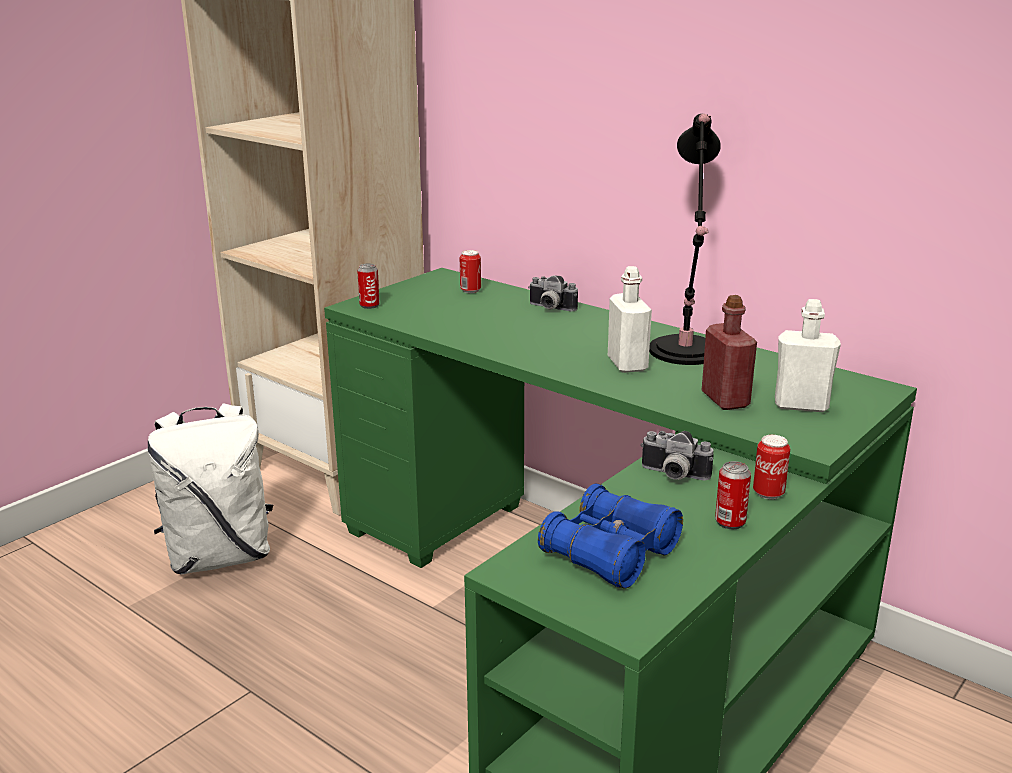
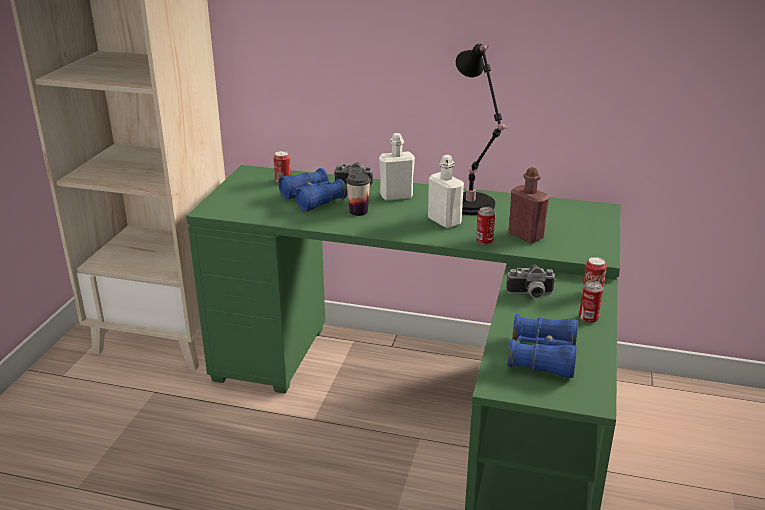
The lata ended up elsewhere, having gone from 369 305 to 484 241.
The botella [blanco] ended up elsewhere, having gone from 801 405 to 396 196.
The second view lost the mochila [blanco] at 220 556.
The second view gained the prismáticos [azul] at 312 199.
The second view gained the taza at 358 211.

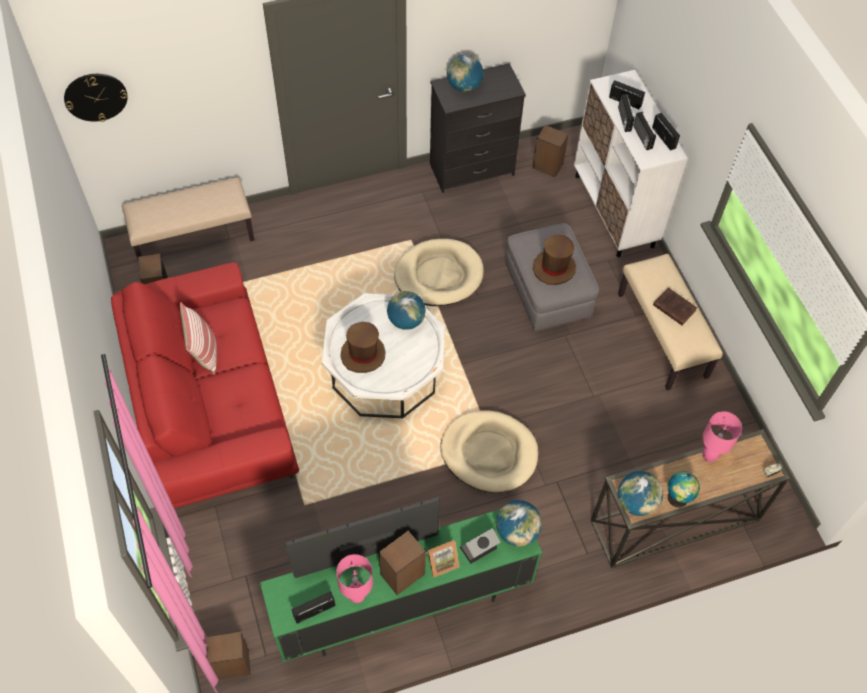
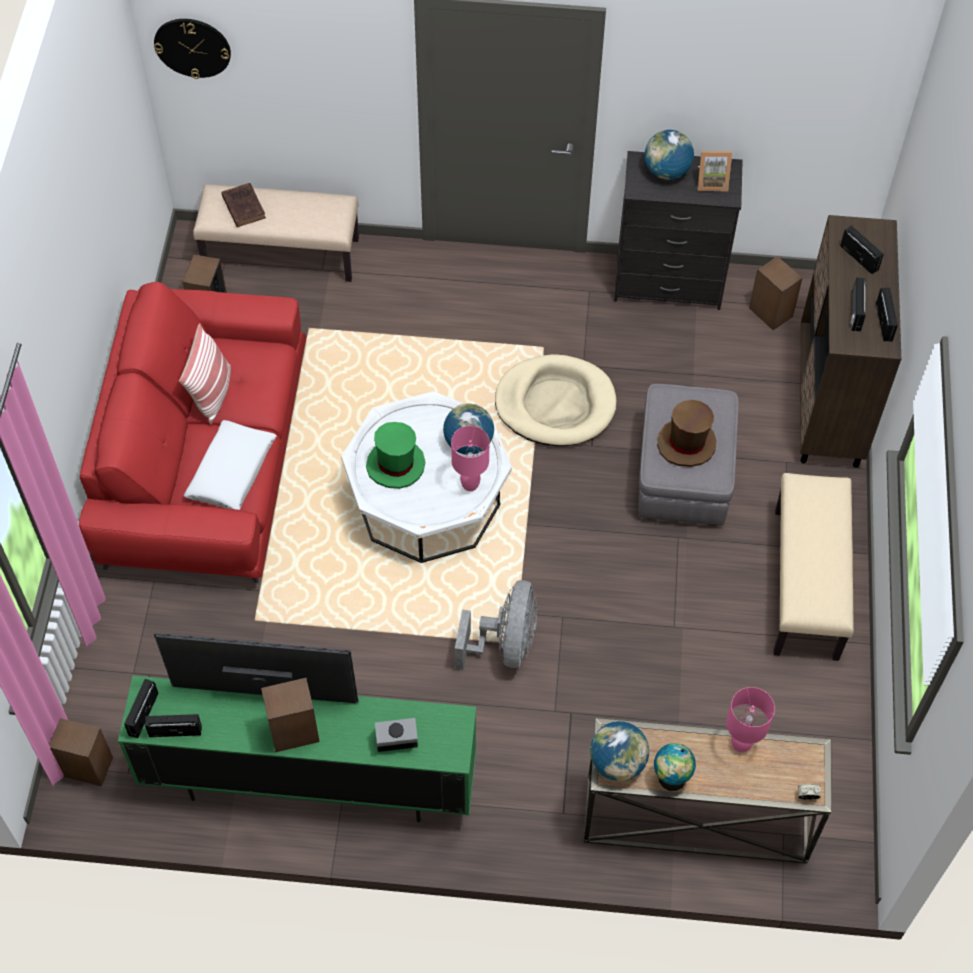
What was the armario [blanco] at 614 211 turned into the armario [marrón] at 829 401.
The radio ended up elsewhere, having gone from 623 119 to 142 714.
The libro [marrón] ended up elsewhere, having gone from 673 307 to 243 206.
What was the sombrero [marrón] at 363 355 turned into the sombrero [verde] at 396 465.
Where the cama para perro [beis] stood at 489 453, the ventilador [gris] came to stand at 505 645.
The second view lost the globo terráqueo at 516 532.
The portarretratos ended up elsewhere, having gone from 441 562 to 711 182.
The lámpara de mesa [rosa] ended up elsewhere, having gone from 357 596 to 470 485.
The second view gained the cojín [blanco] at 232 472.

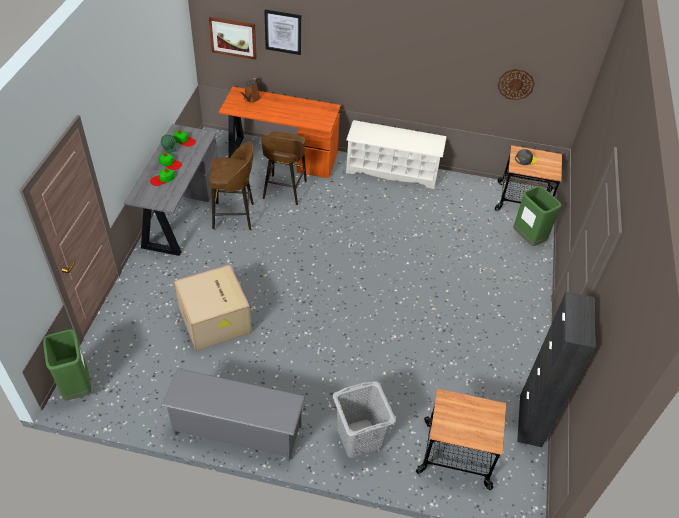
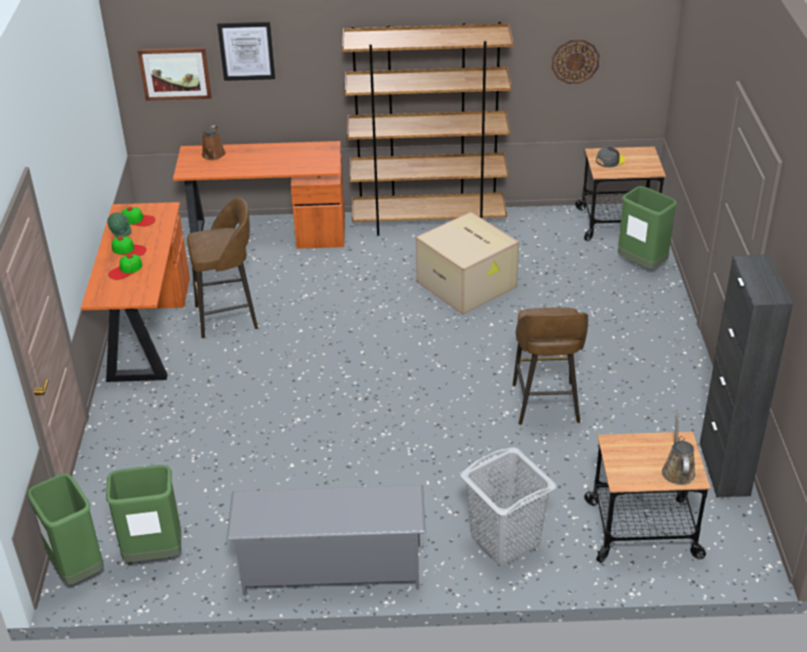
Where the zapatero [blanco] stood at 392 171, the estantería [marrón] came to stand at 429 222.
What was the escritorio [gris] at 180 213 turned into the escritorio [naranja] at 147 329.
The taburete [marrón] ended up elsewhere, having gone from 284 191 to 545 405.
The caja de cartón ended up elsewhere, having gone from 216 321 to 468 284.
The second view gained the regadera [marrón] at 677 470.
The second view gained the papelera [verde] at 154 554.

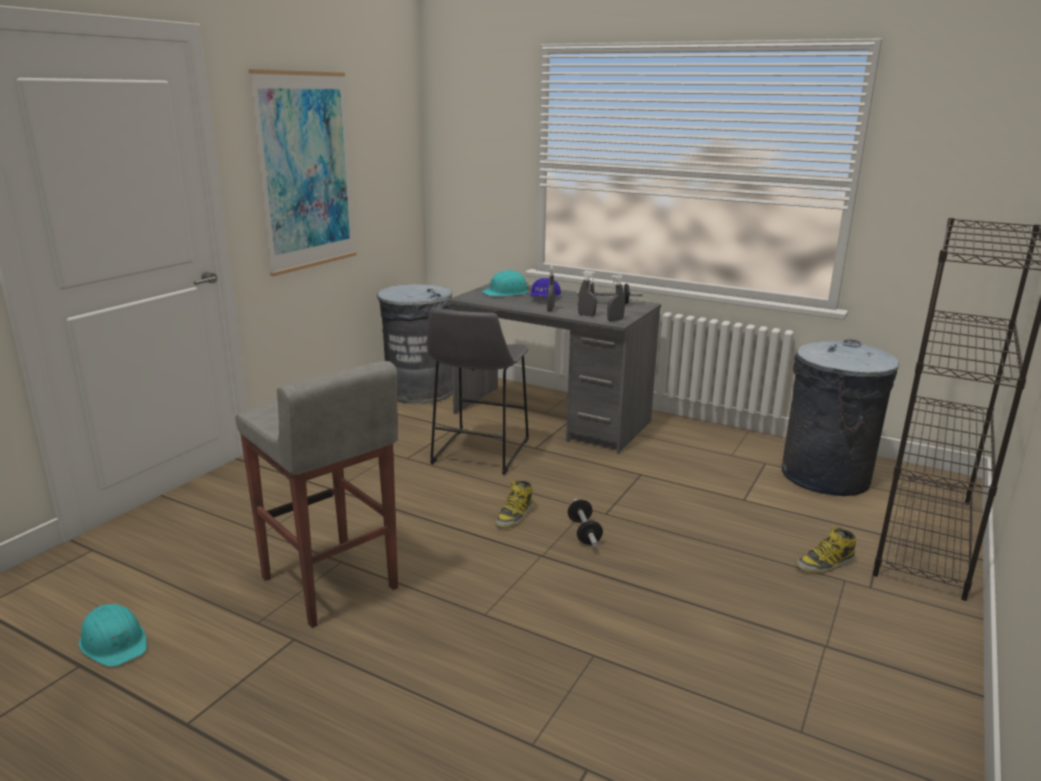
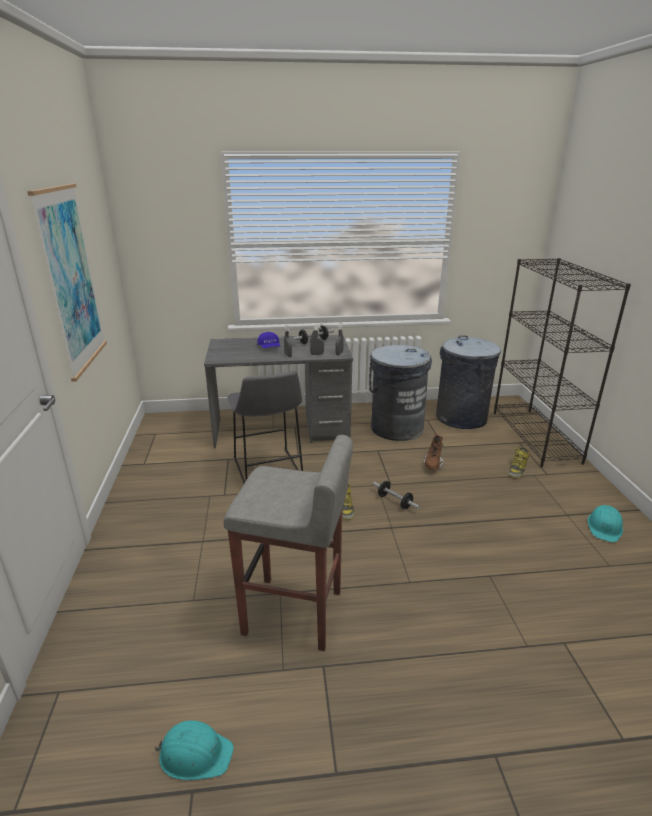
The casco [turquesa] ended up elsewhere, having gone from 506 292 to 604 527.
The papelera [gris] ended up elsewhere, having gone from 420 391 to 396 428.
The second view gained the bota [marrón] at 432 465.

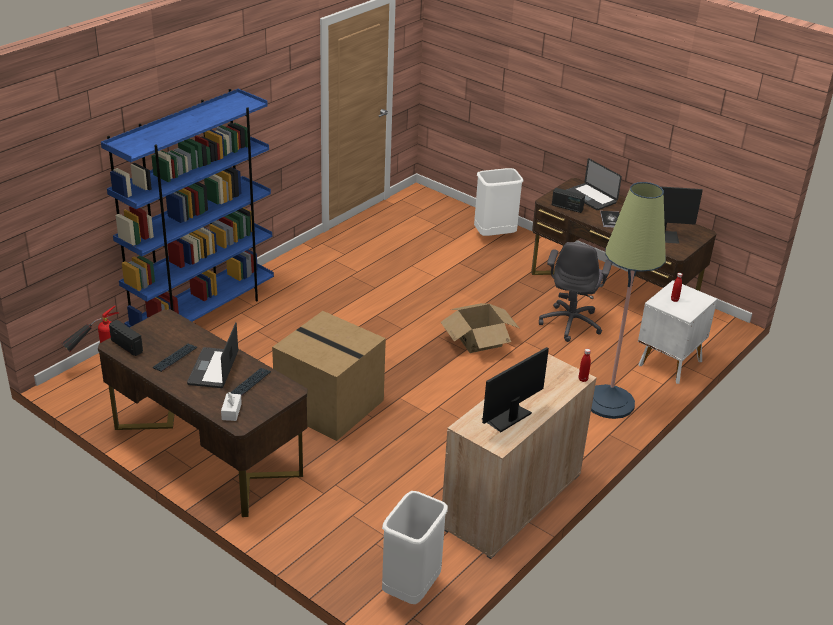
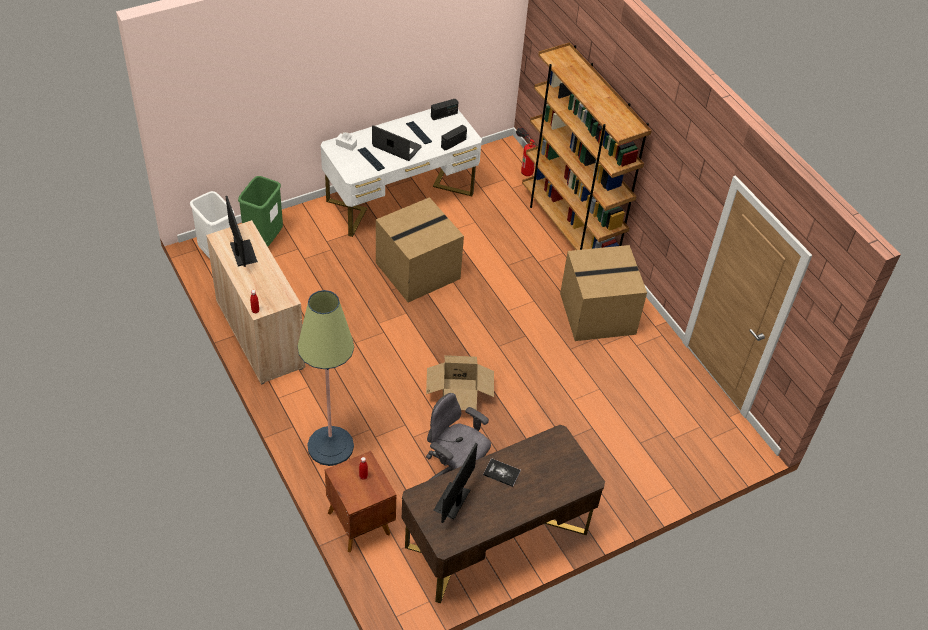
What was the estantería [azul] at 203 314 turned into the estantería [marrón] at 569 230.
The second view lost the portátil at 590 197.
The second view lost the papelera [blanco] at 494 236.
The radio ended up elsewhere, having gone from 567 207 to 453 143.
What was the mesita de noche [blanco] at 668 363 turned into the mesita de noche [marrón] at 359 522.
What was the escritorio [marrón] at 207 450 turned into the escritorio [blanco] at 400 198.
The second view gained the papelera [verde] at 264 239.
The second view gained the caja de cartón at 598 312.

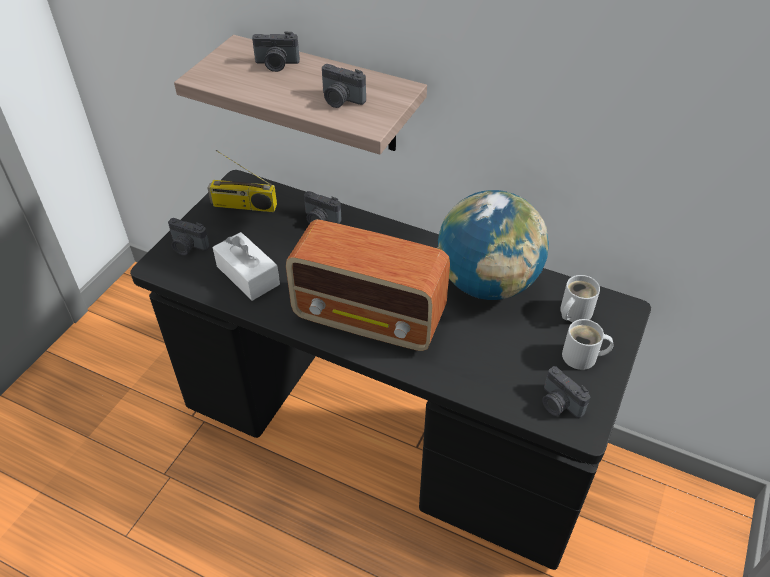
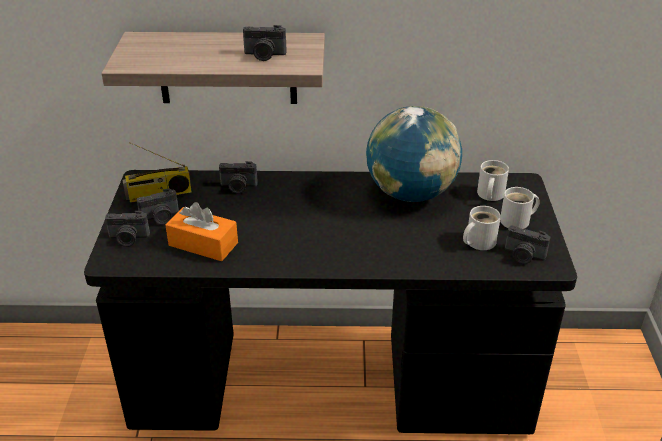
The cámara ended up elsewhere, having gone from 276 64 to 161 218.
The second view lost the radio at 370 318.
What was the caja de pañuelos [blanco] at 248 275 turned into the caja de pañuelos [naranja] at 203 244.
The second view gained the taza grande [blanco] at 478 241.

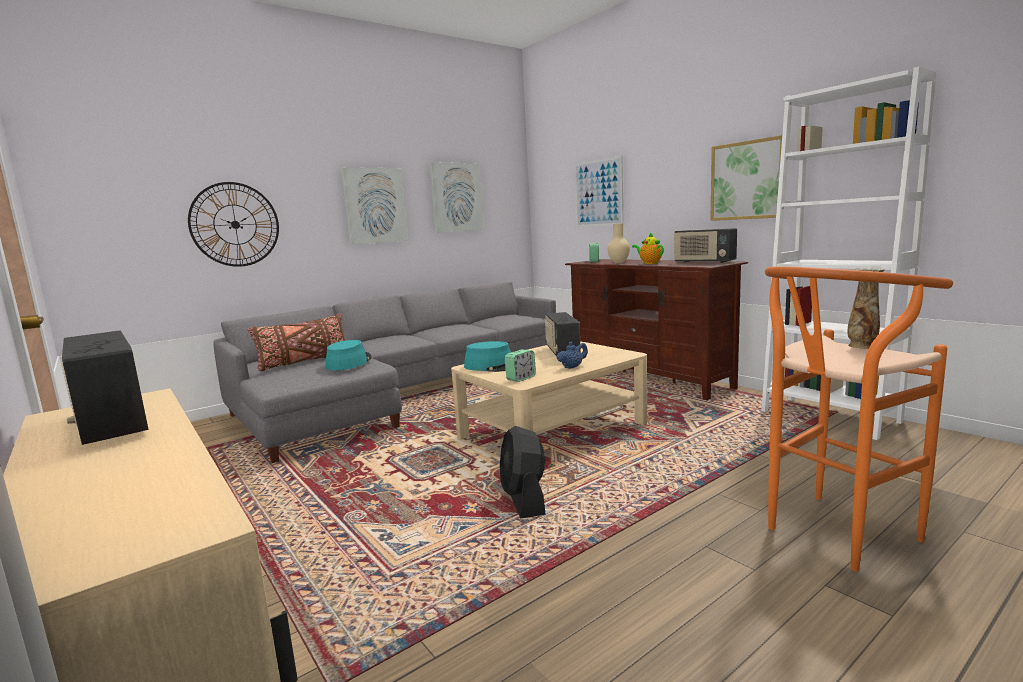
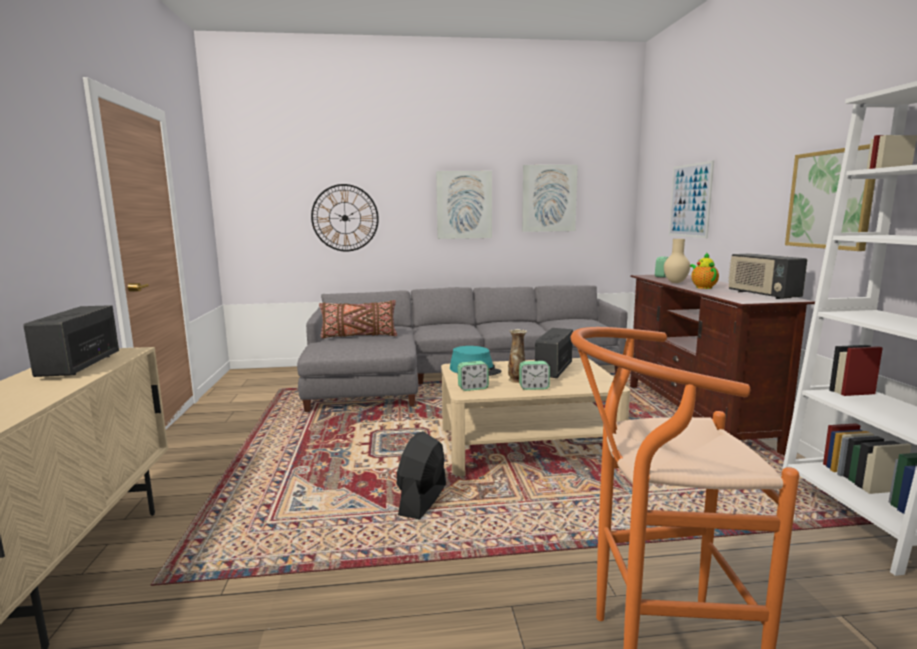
The florero ended up elsewhere, having gone from 862 346 to 516 380.
The second view lost the sombrero [turquesa] at 349 362.
Where the tetera [azul] stood at 572 367, the despertador came to stand at 534 387.

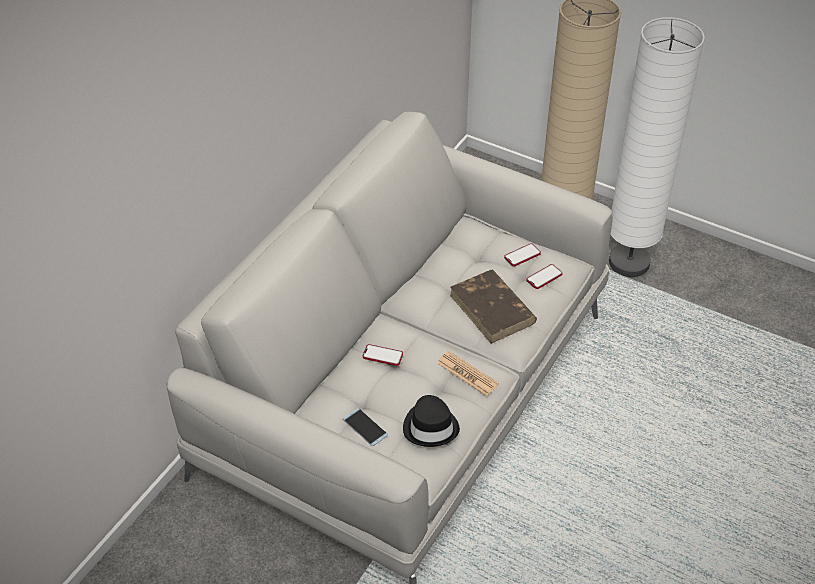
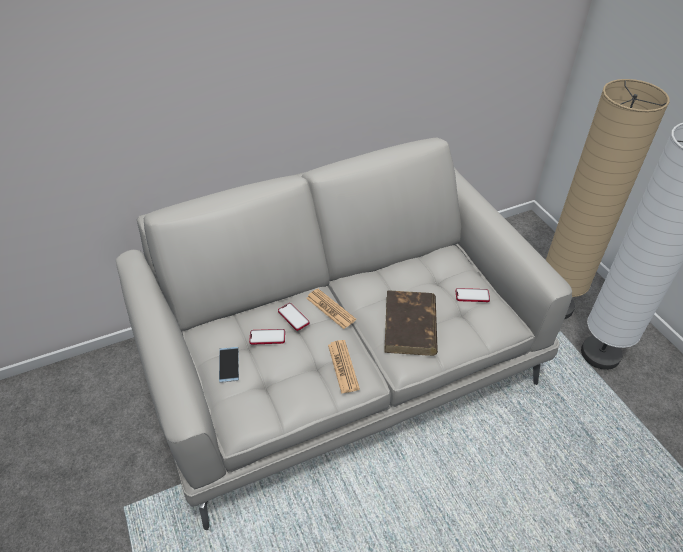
The móvil ended up elsewhere, having gone from 544 277 to 267 337.
The second view lost the sombrero [negro] at 431 427.
The second view gained the periódico at 330 309.

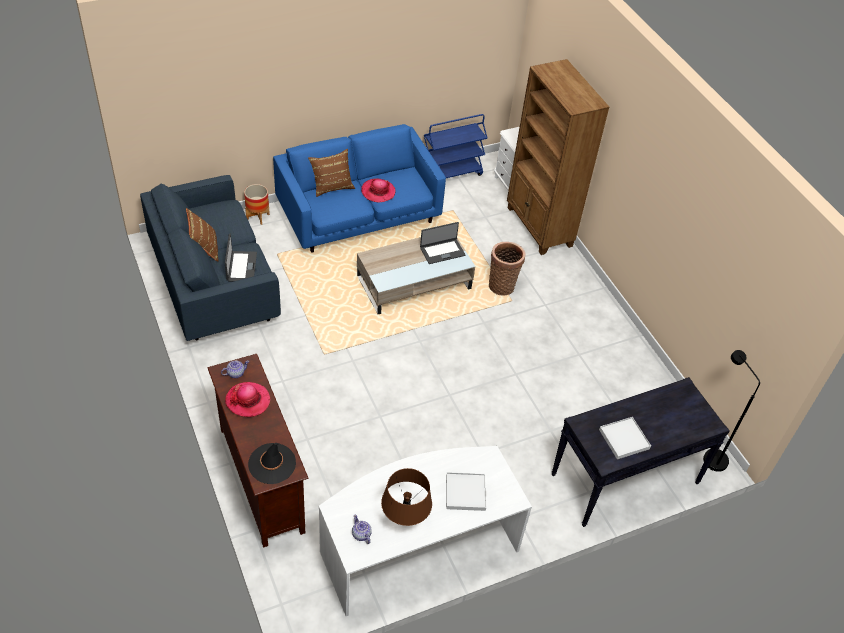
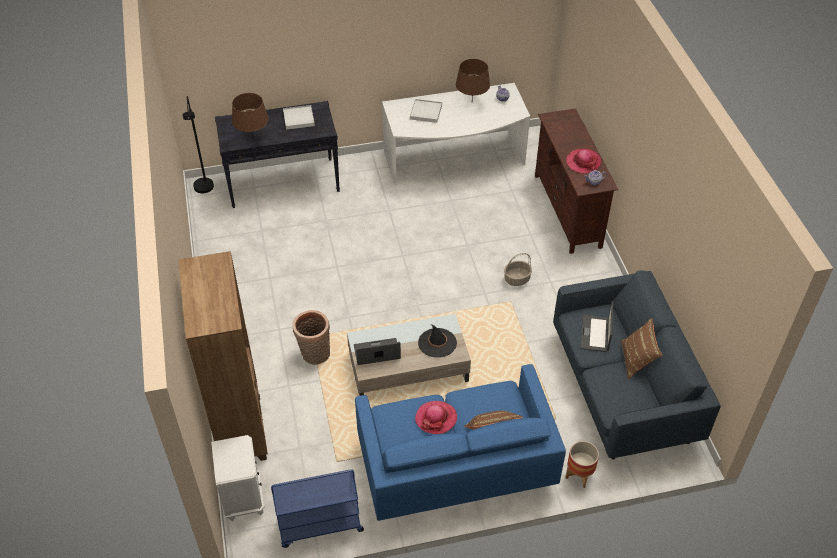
The sombrero [negro] ended up elsewhere, having gone from 272 463 to 437 343.
The second view gained the lámpara de mesa [marrón] at 252 138.
The second view gained the cesta at 517 279.

